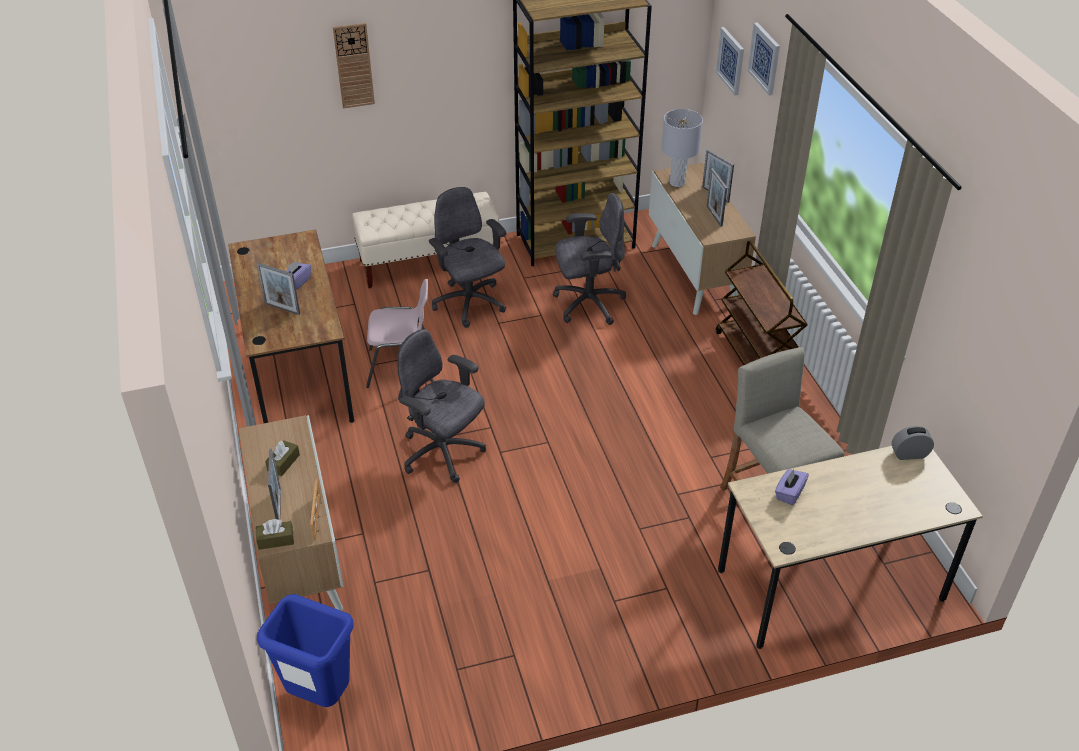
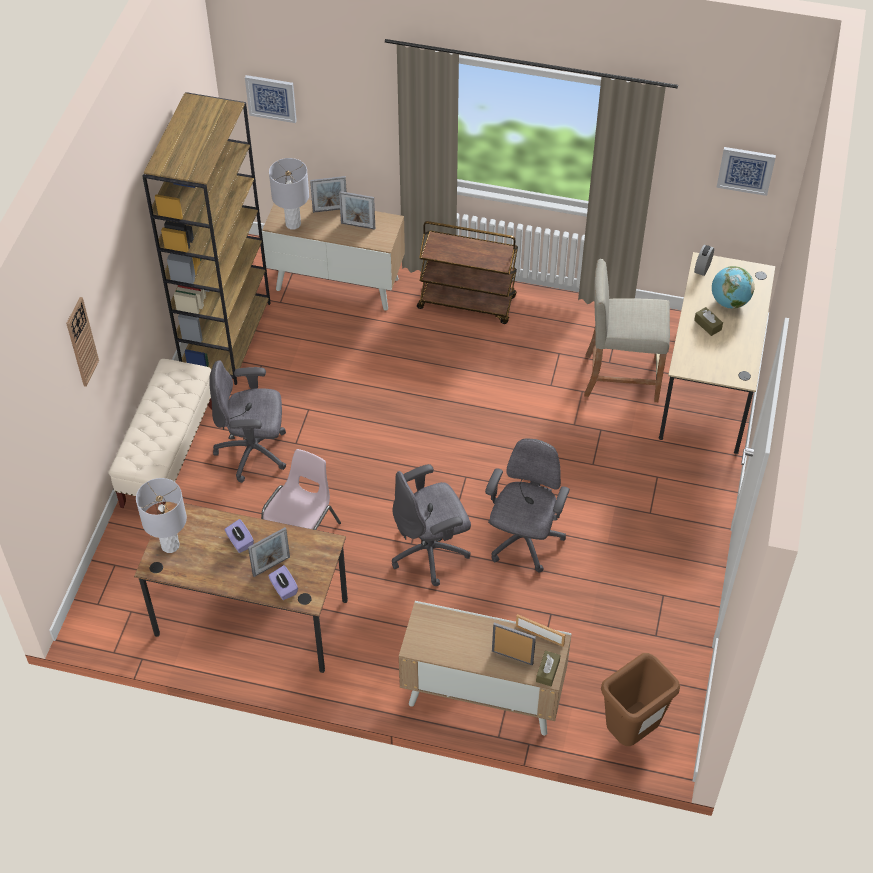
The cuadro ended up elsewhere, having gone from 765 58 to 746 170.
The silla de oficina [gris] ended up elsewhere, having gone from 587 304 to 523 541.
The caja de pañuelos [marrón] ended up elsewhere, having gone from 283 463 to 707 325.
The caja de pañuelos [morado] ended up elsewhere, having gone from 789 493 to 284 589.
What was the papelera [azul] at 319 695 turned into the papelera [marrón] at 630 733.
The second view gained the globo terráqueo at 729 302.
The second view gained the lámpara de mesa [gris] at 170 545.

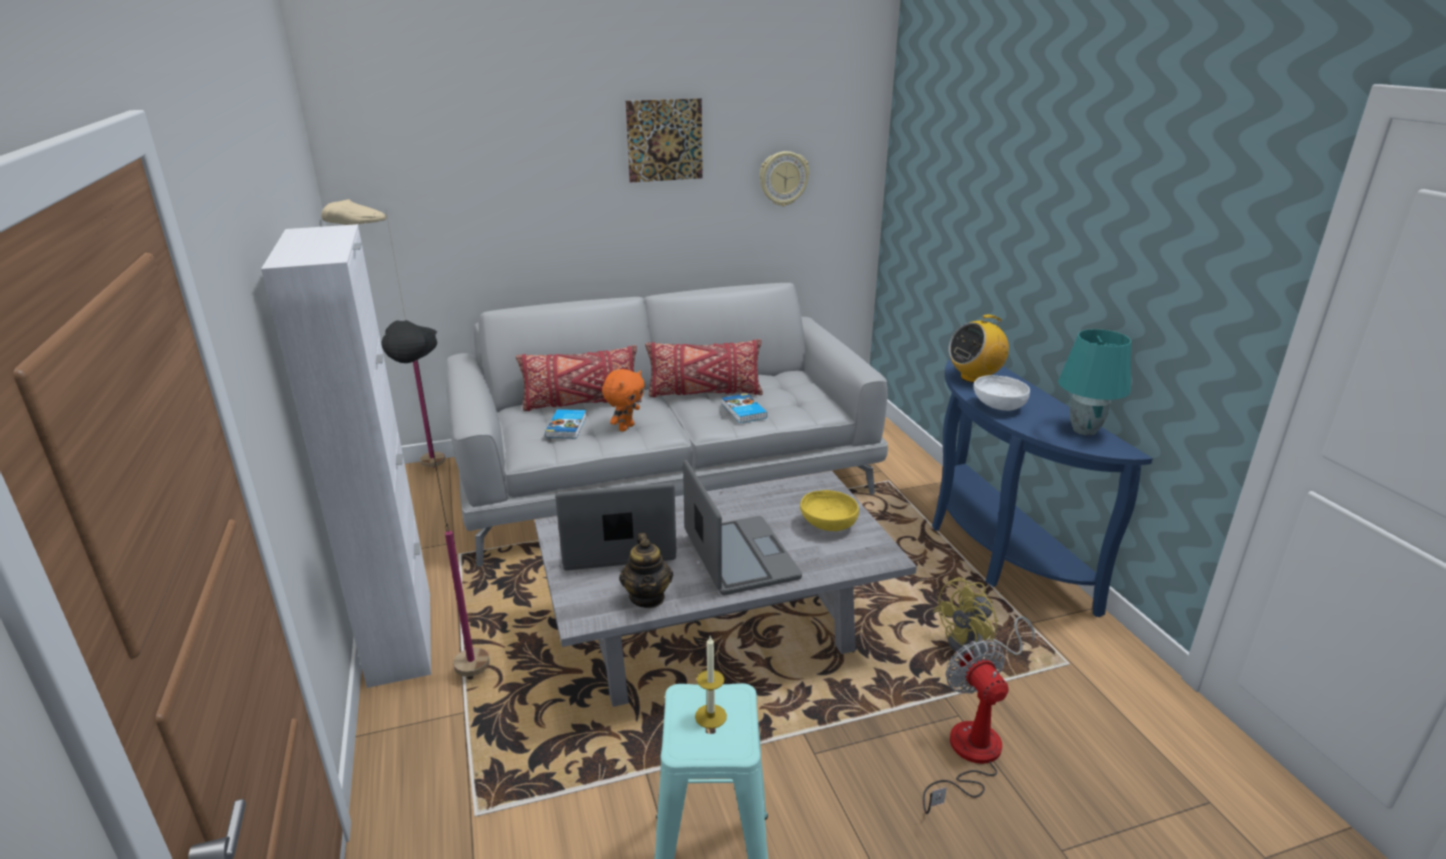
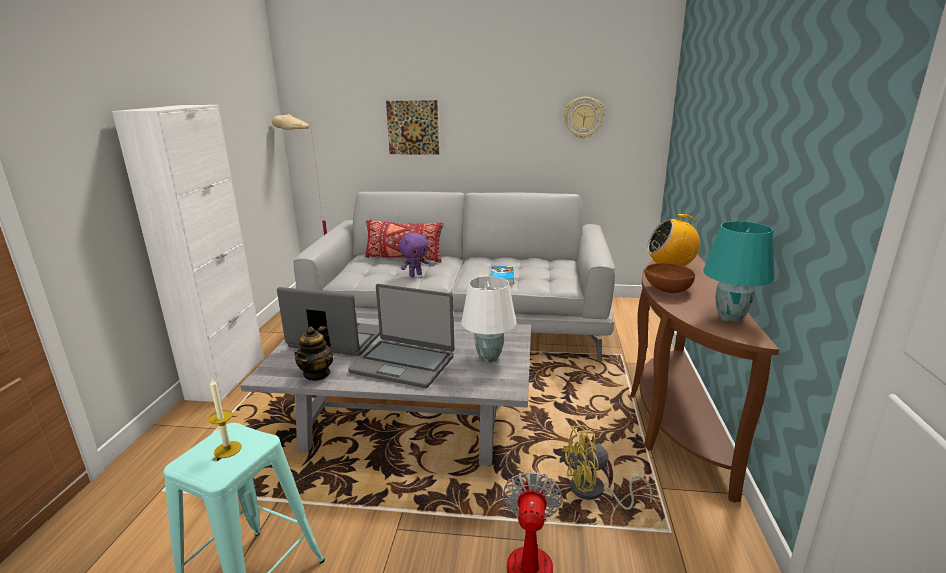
The cuadro ended up elsewhere, having gone from 665 140 to 413 127.
The second view lost the lámpara de pie [negro] at 474 693.
The second view lost the cojín [rojo] at 704 393.
What was the mesa consola [azul] at 992 548 turned into the mesa consola [marrón] at 672 421.
What was the peluche [naranja] at 625 427 turned into the peluche [morado] at 415 275.
What was the cuenco [blanco] at 998 406 turned into the cuenco [marrón] at 667 289.
The second view lost the libro at 567 426.
The portátil at 739 557 ended up facing another way, 105 degrees clockwise from before.
Where the cuenco [amarillo] stood at 827 525, the lámpara de mesa [blanco] came to stand at 488 358.

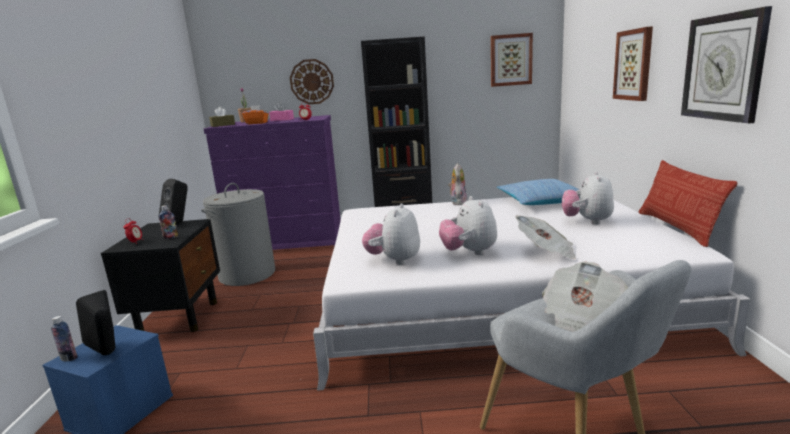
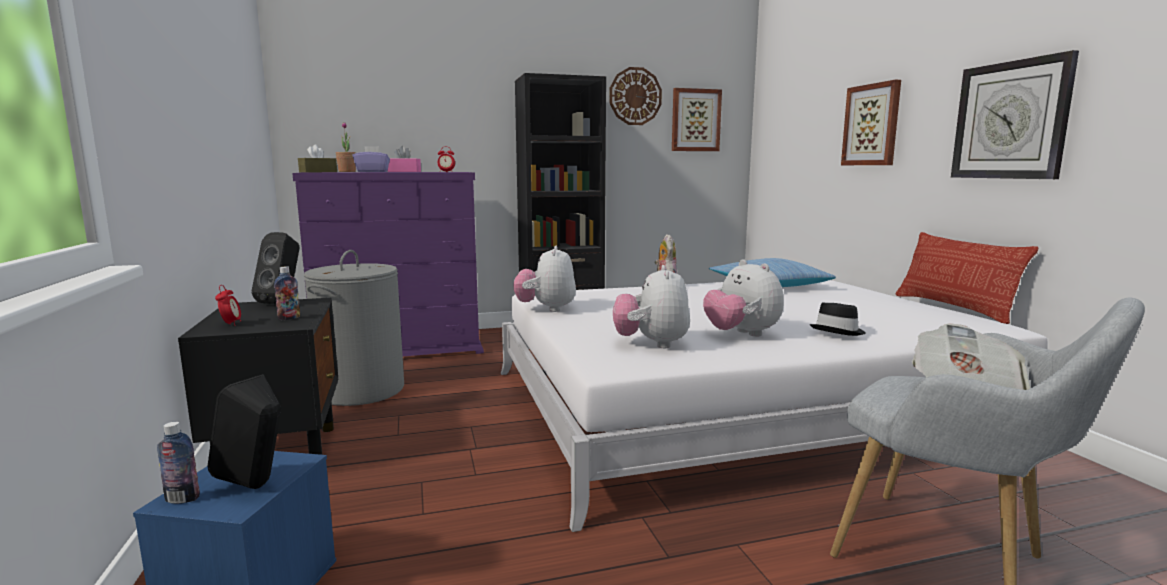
The reloj de pared ended up elsewhere, having gone from 312 82 to 635 96.
What was the caja de pañuelos [naranja] at 257 123 turned into the caja de pañuelos [morado] at 372 172.
The peluche ended up elsewhere, having gone from 587 221 to 546 309.
Where the periódico stood at 546 252, the sombrero [negro] came to stand at 838 331.

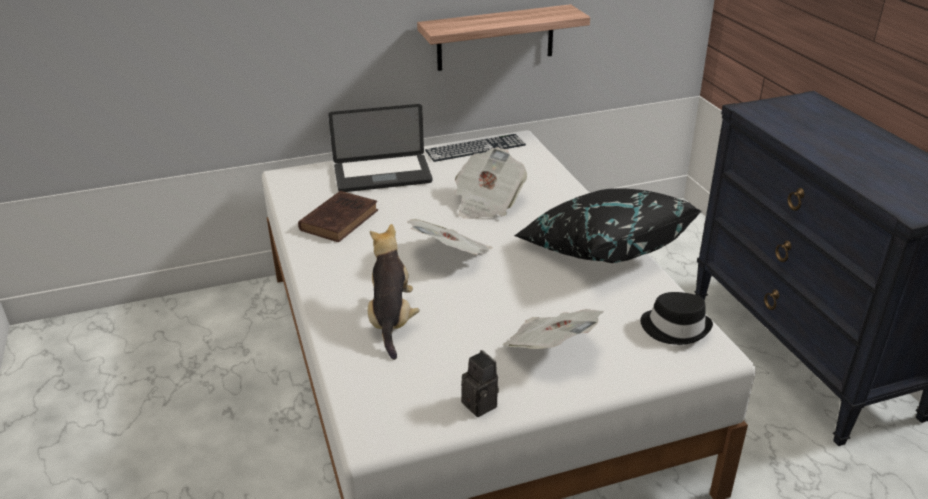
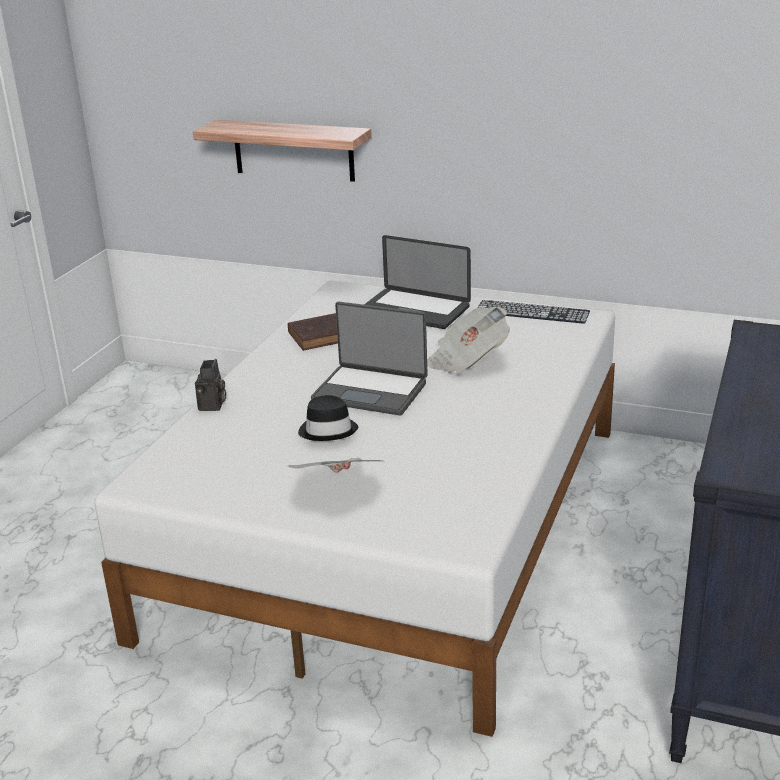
The estante ended up elsewhere, having gone from 495 38 to 293 150.
The second view lost the cojín [negro] at 602 250.
Where the periódico stood at 451 256, the portátil came to stand at 371 391.
The second view lost the peluche at 391 320.
The sombrero [negro] ended up elsewhere, having gone from 675 327 to 328 430.
The cámara ended up elsewhere, having gone from 482 405 to 212 406.

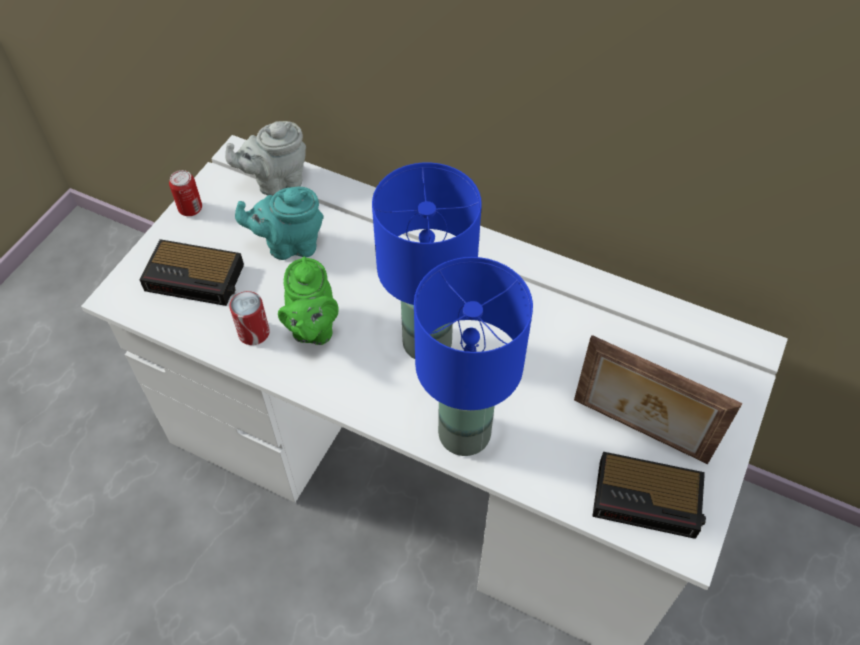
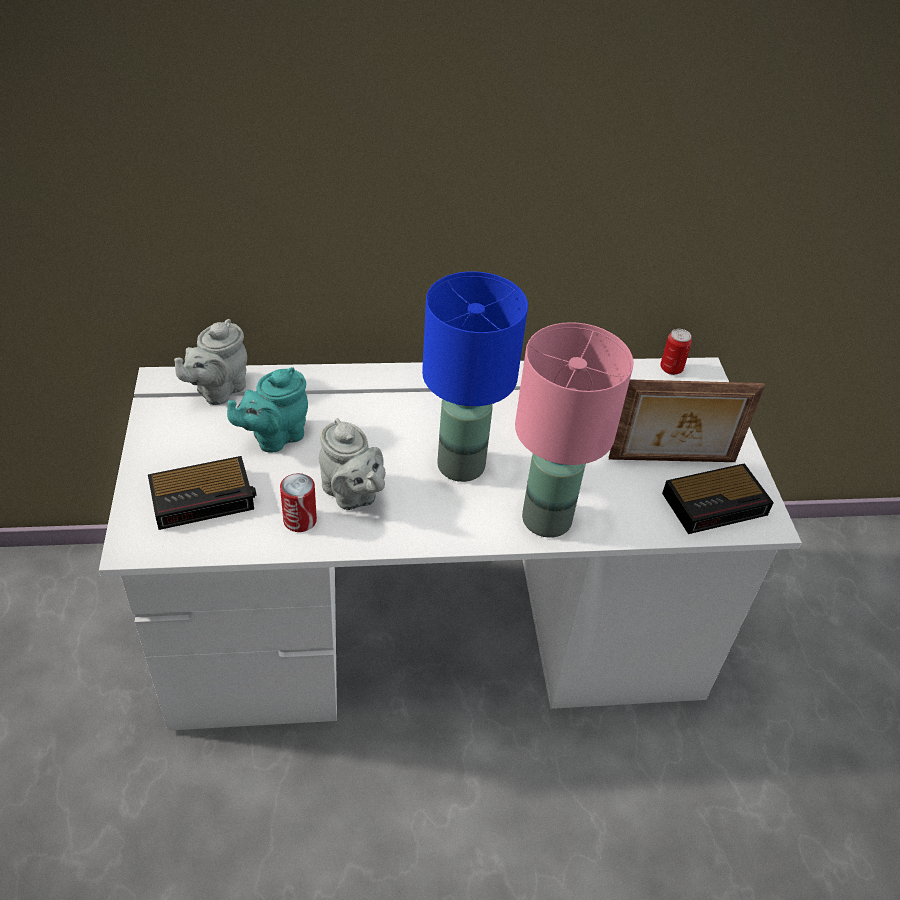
The lata ended up elsewhere, having gone from 190 209 to 671 368.
What was the tetera [verde] at 312 328 turned into the tetera [gris] at 352 495.
What was the lámpara de mesa [azul] at 466 433 turned into the lámpara de mesa [rosa] at 548 519.

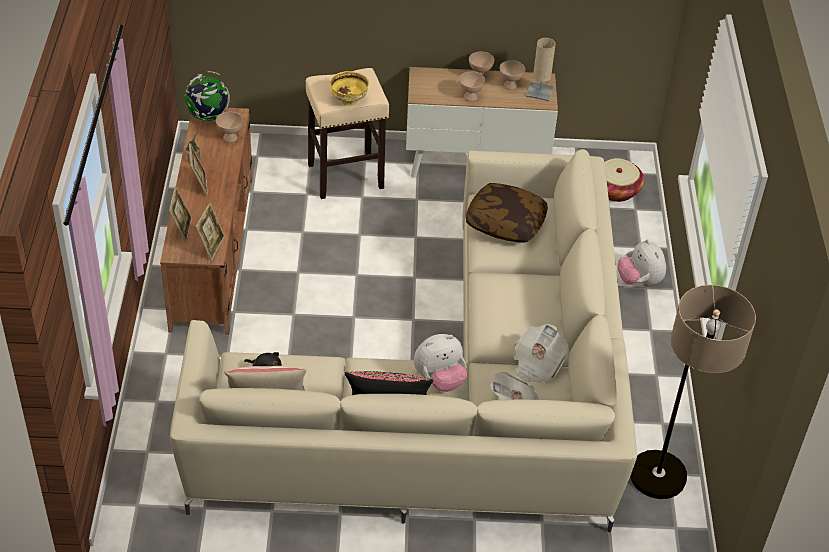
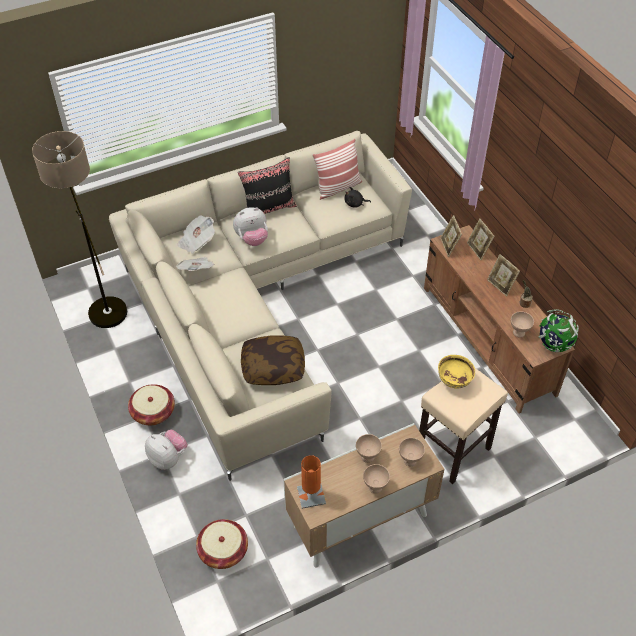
What was the lámpara de mesa [beis] at 540 91 turned into the lámpara de mesa [naranja] at 311 495.
The cuenco [beis] ended up elsewhere, having gone from 510 85 to 410 460.
The peluche at 440 379 ended up facing another way, 150 degrees counterclockwise from before.
The second view gained the cesta at 153 412.

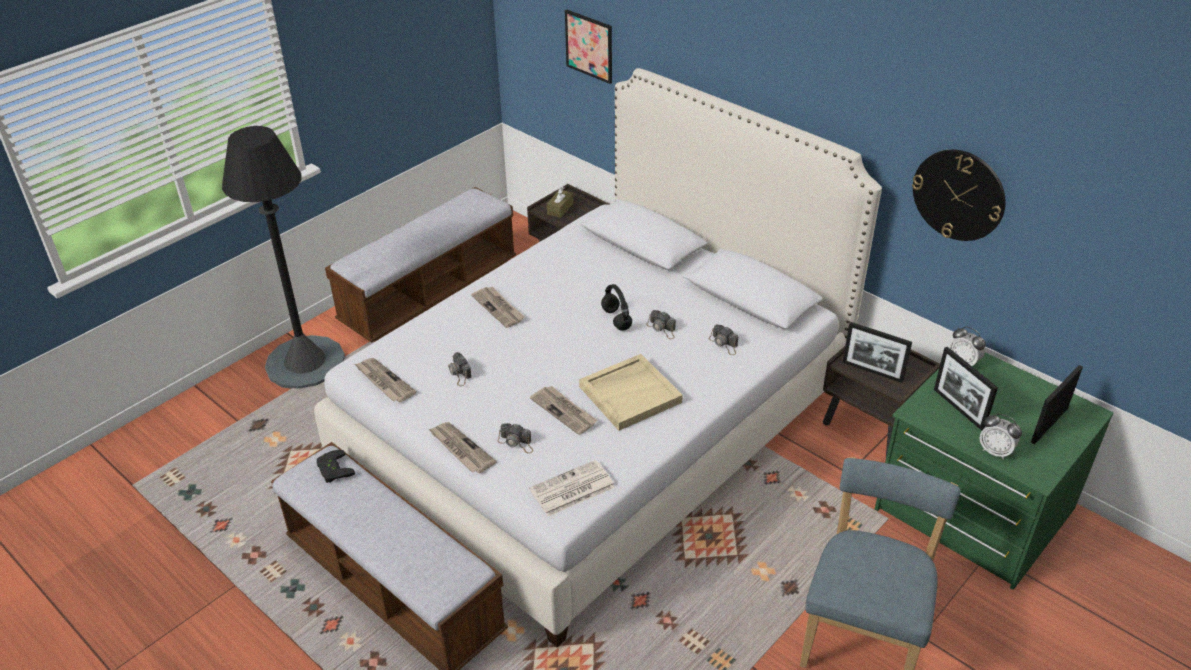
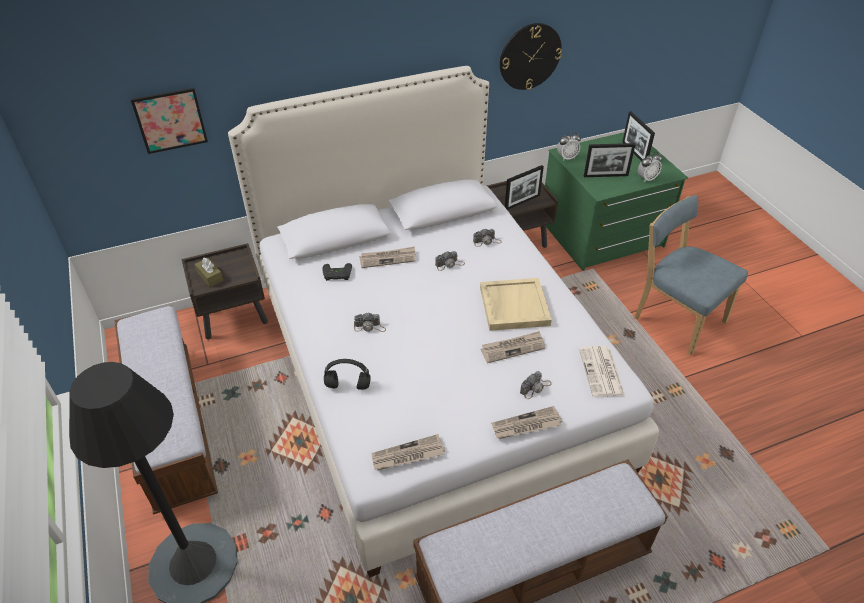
The auriculares [negro] ended up elsewhere, having gone from 615 319 to 347 386.
The periódico ended up elsewhere, having gone from 499 308 to 388 258.
The cámara ended up elsewhere, having gone from 459 373 to 370 327.
The mando de consola [negro] ended up elsewhere, having gone from 332 469 to 337 274.

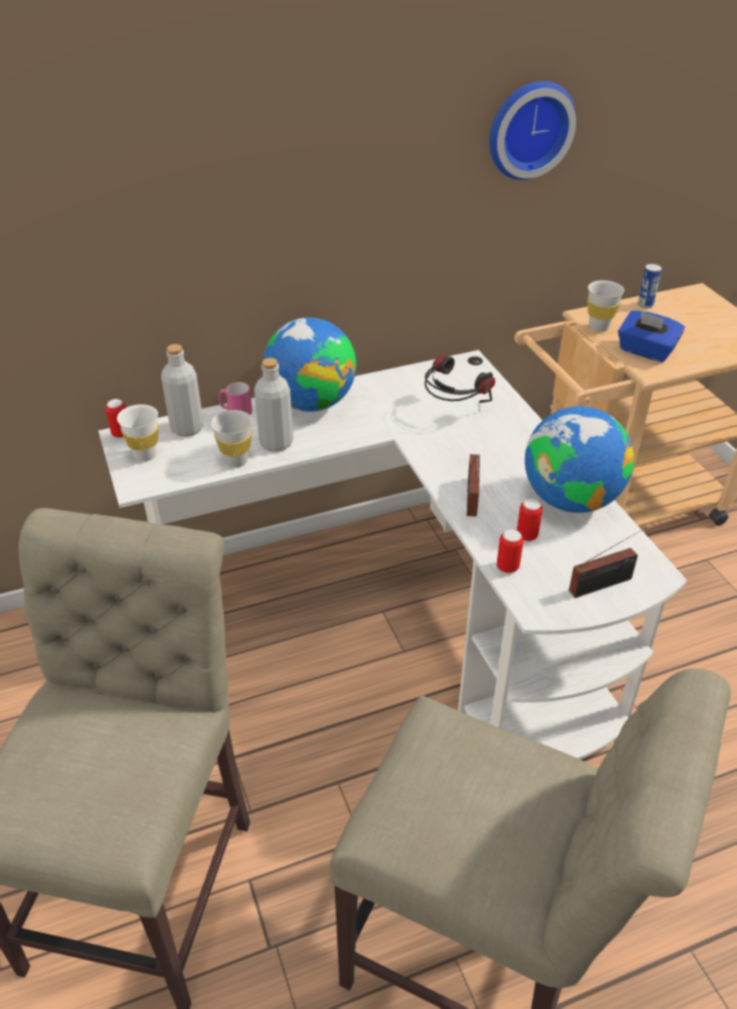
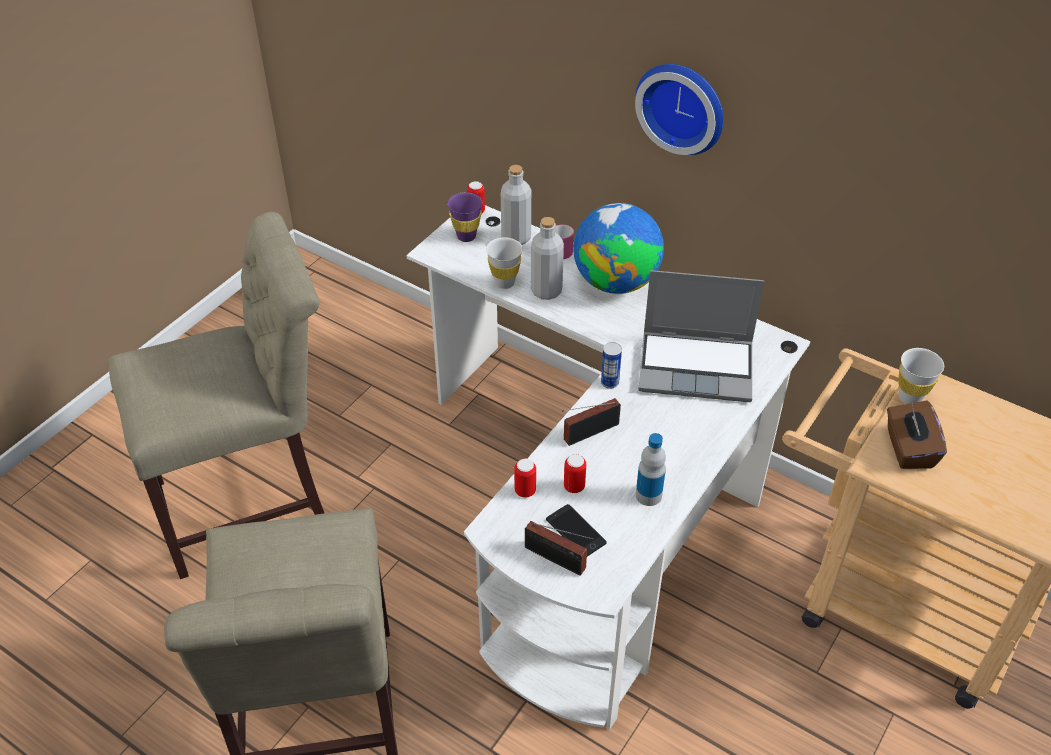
The reloj de pared ended up elsewhere, having gone from 528 128 to 683 106.
The lata ended up elsewhere, having gone from 645 305 to 609 382.
What was the caja de pañuelos [azul] at 645 351 turned into the caja de pañuelos [marrón] at 908 449.
Where the auriculares stood at 453 410, the portátil came to stand at 697 367.
What was the taza [blanco] at 145 455 turned into the taza [morado] at 466 236.
Where the globo terráqueo stood at 570 499, the botella came to stand at 648 495.
The second view gained the móvil at 575 531.

